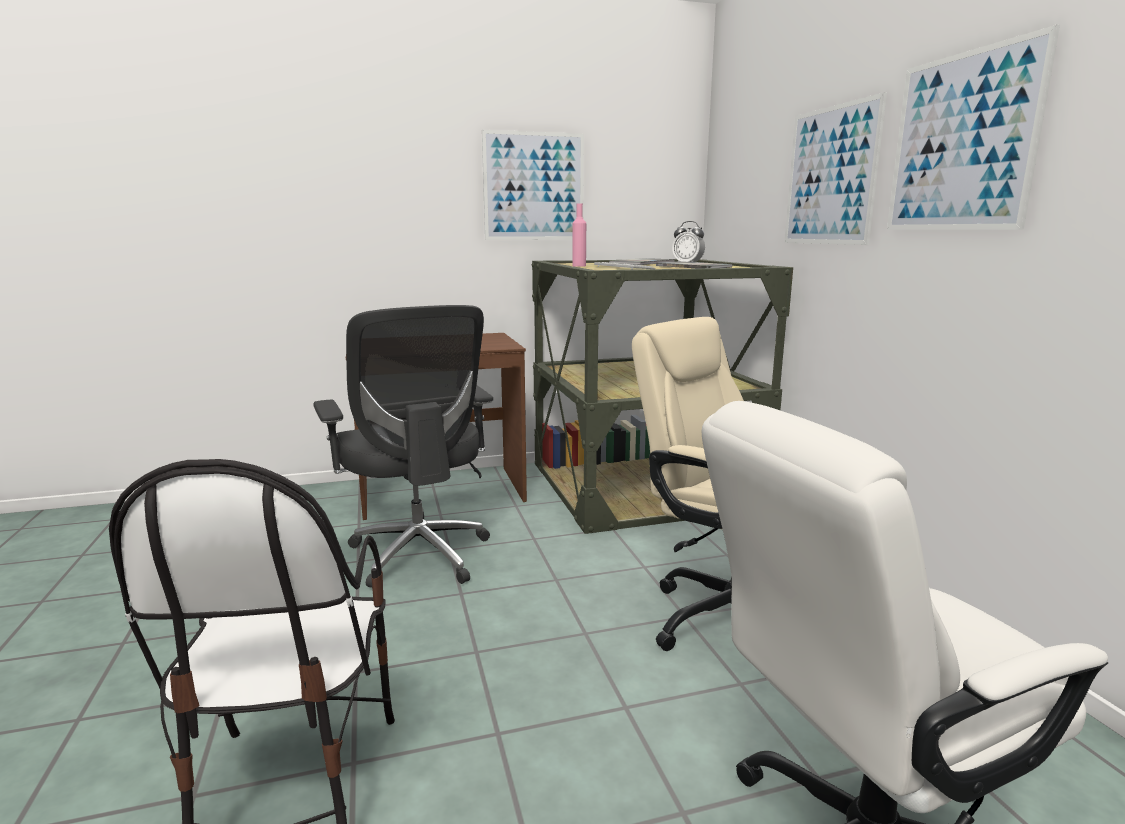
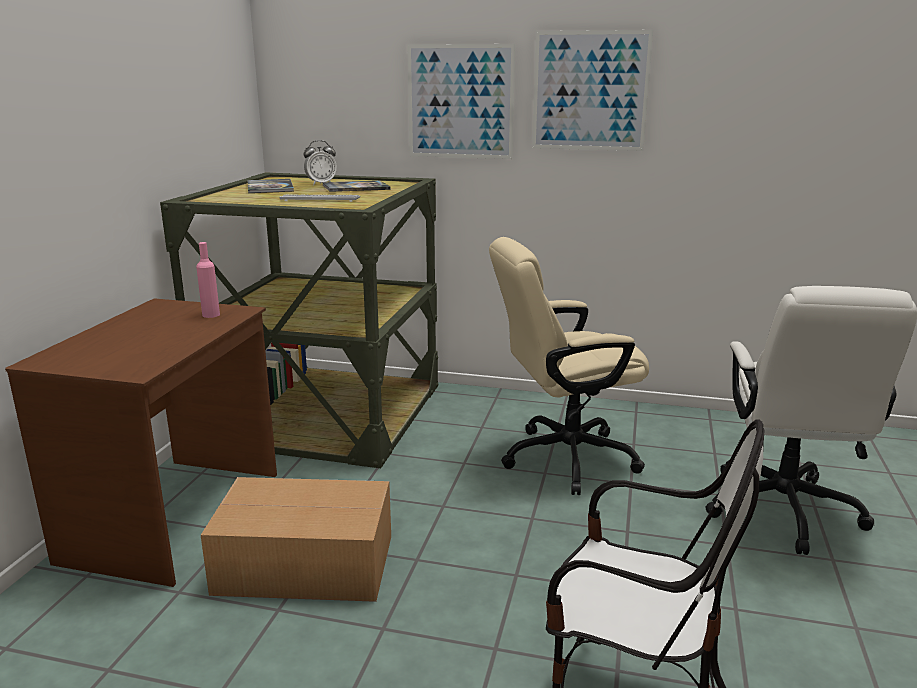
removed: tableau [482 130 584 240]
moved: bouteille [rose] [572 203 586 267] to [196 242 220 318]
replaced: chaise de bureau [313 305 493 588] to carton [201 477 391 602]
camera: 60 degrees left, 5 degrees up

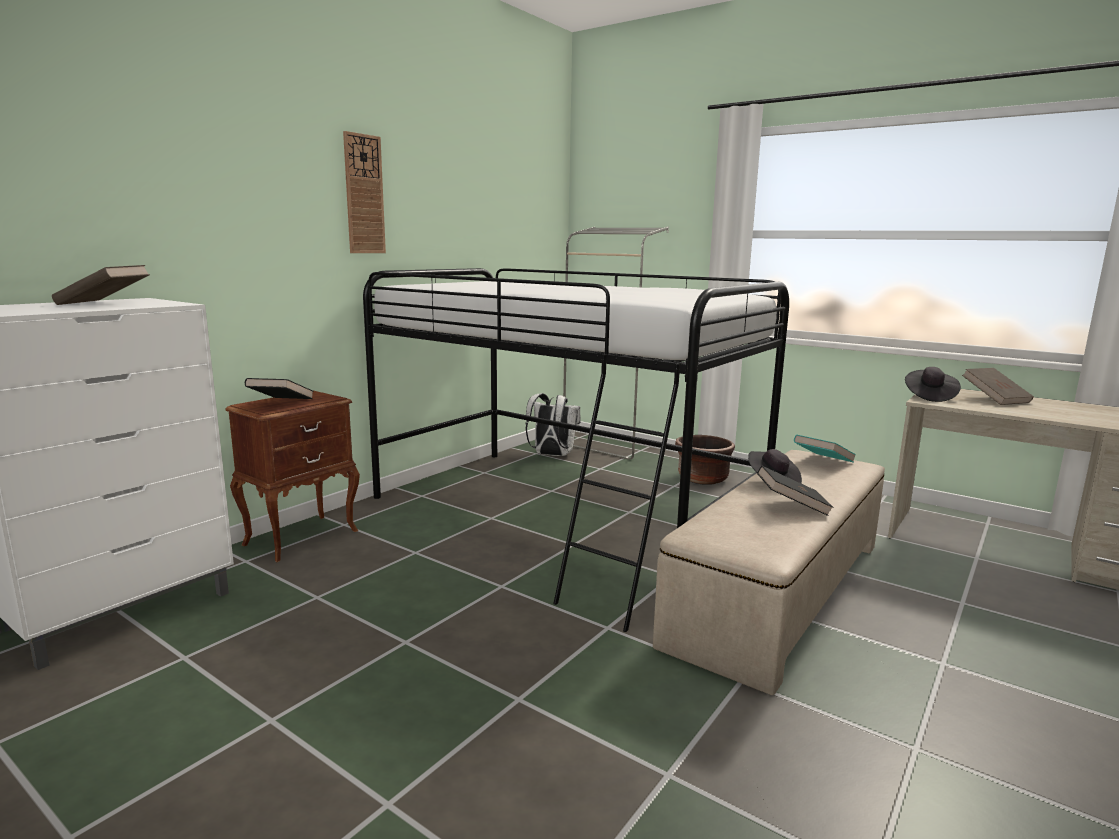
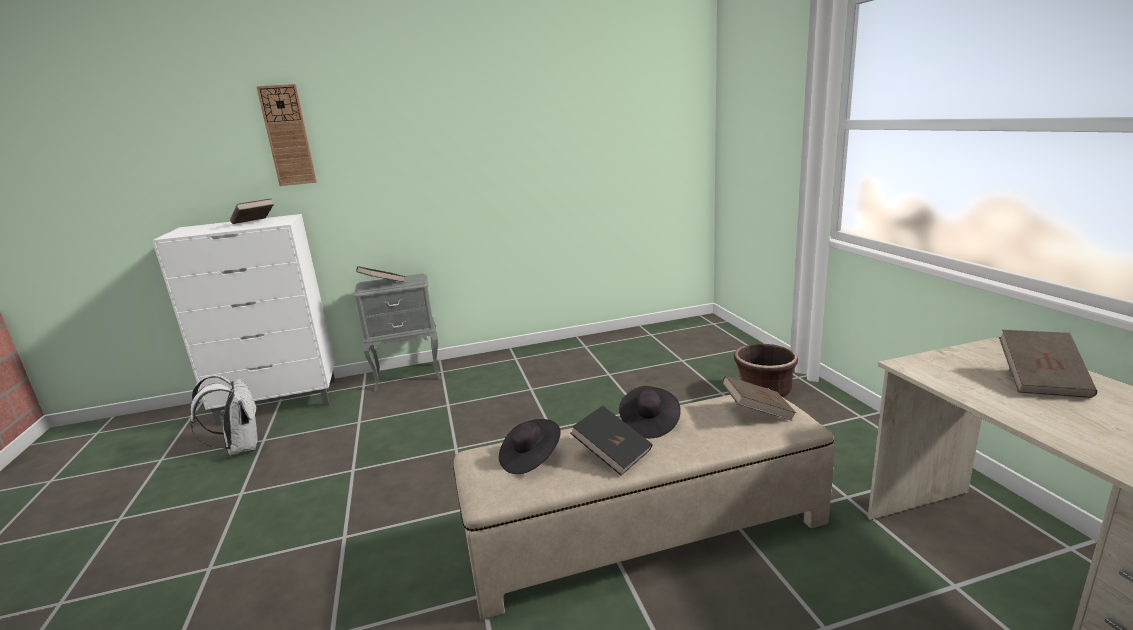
removed: lit [noir] [363 268 789 632]; portant [gris] [563 227 669 460]
moved: horloge murale [343 131 386 253] to [256 84 317 186]; sac à dos [blanc] [526 393 581 456] to [190 375 258 455]; chapeau [noir] [905 367 961 402] to [499 419 561 474]
recoloured: table de chevet [marron] [225 391 360 562] to table de chevet [gris] [354 274 442 391]; livre [turquoise] [794 435 856 463] to livre [marron] [722 376 797 421]
camera: 40 degrees right, 5 degrees up

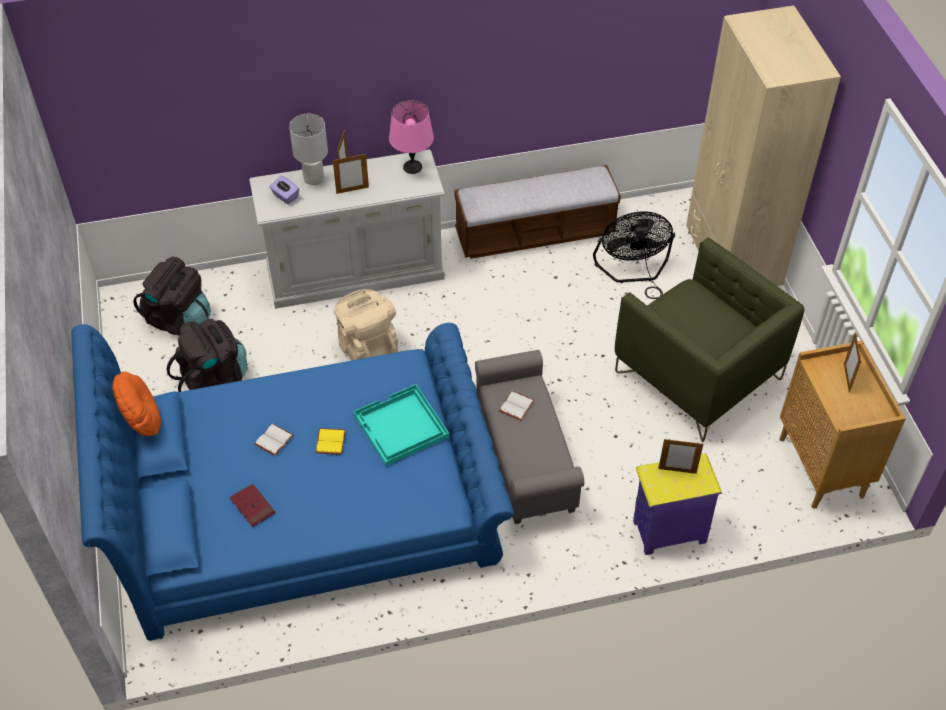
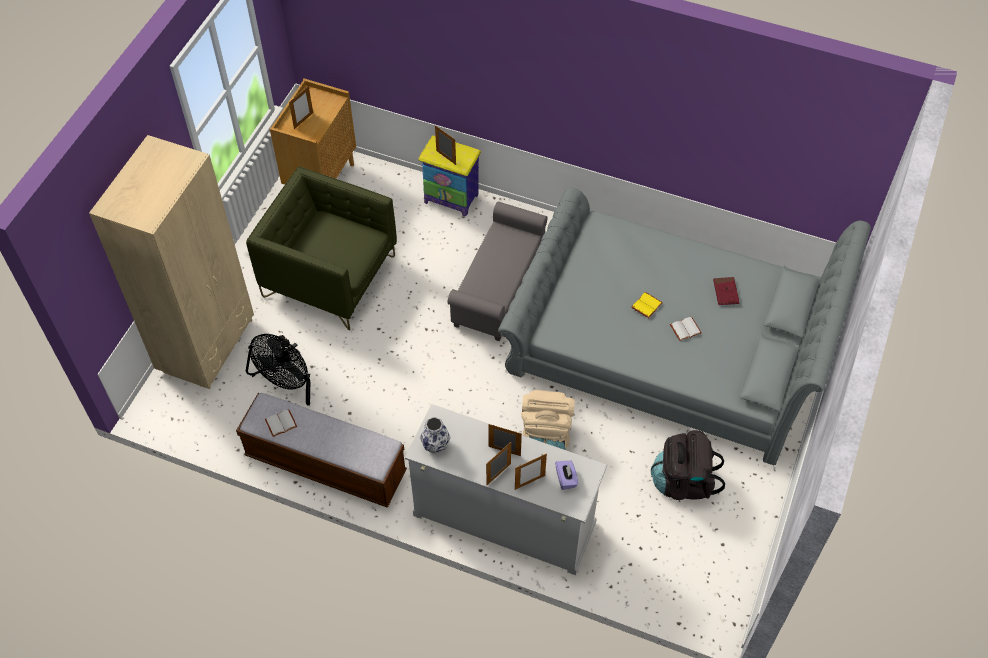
removed: coussin [orange] [112 371 161 436]; sac à dos [noir] [133 257 211 336]; plateau [turquoise] [353 384 449 466]
moved: livre [blanc] [499 391 534 420] to [265 409 297 437]
replaced: lampe de table [gris] [289 114 328 185] to cadre photo [515 453 547 490]; lampe de table [rose] [389 100 434 174] to vase [420 417 451 454]
recoloured: lit [bleu] [71 323 514 641] to lit [gris] [498 187 871 465]
turned: fauteuil [vert] [615 237 805 442] = [246 167 397 330] 60 degrees counterclockwise
camera: 145 degrees left, 5 degrees up

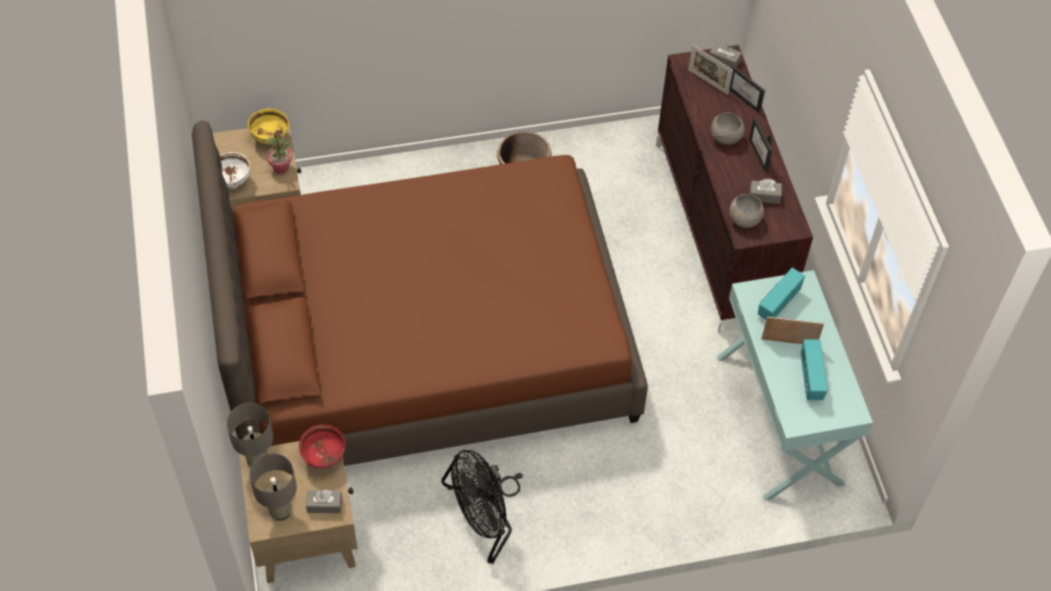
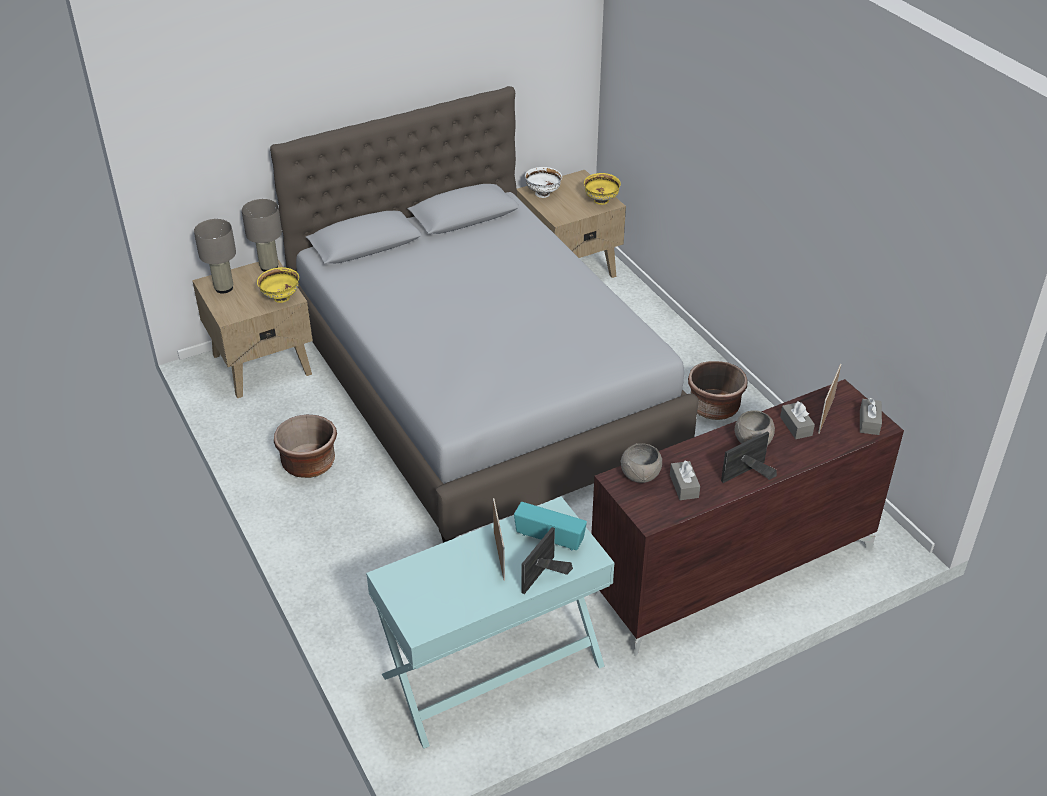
removed: plante en pot [267 135 292 174]; radio [801 339 828 400]
moved: boîte à mouchoirs [gris] [306 490 342 513] to [780 401 815 439]; cadre photo [730 66 765 113] to [522 527 573 594]
replaced: ventilateur [noir] [441 450 524 564] to cache-pot [marron] [274 415 337 478]
recoloured: lit [marron] [192 120 648 466] to lit [gris] [270 86 699 543]; bol [rouge] [299 424 345 469] to bol [jaune] [257 267 299 303]
camera: 75 degrees right, 15 degrees down

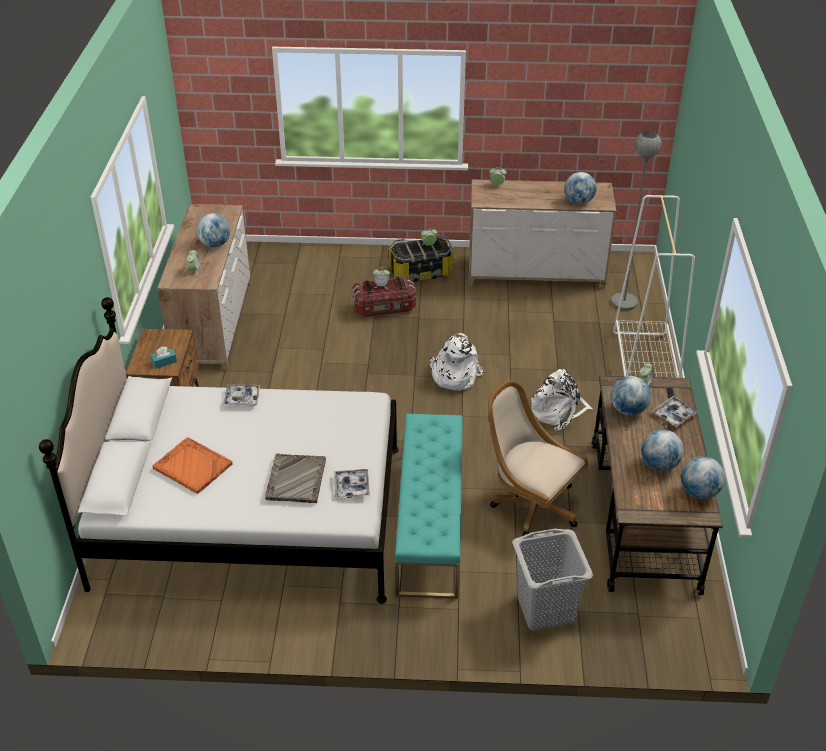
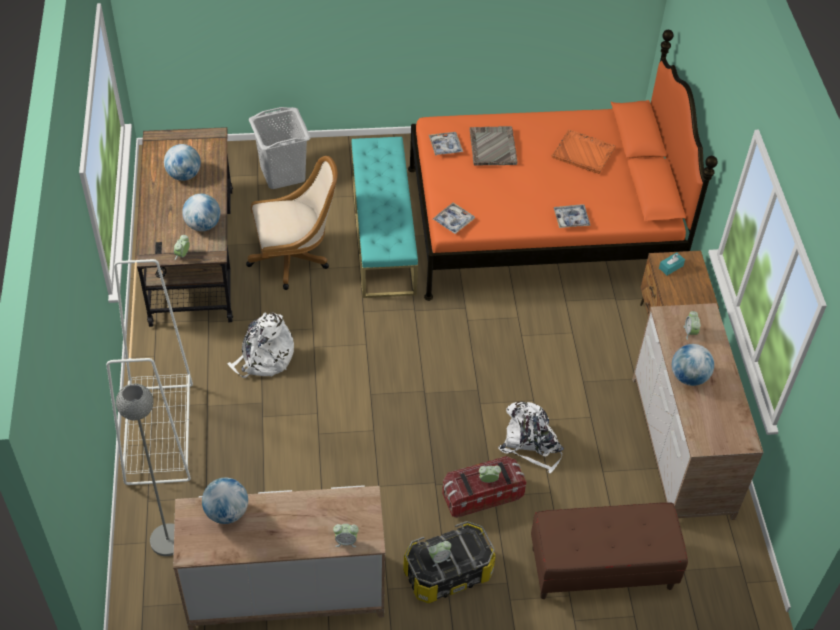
removed: globe [681 456 725 499]
added: banc [marron] [531 502 688 599]
moved: sac à dos [blanc] [430 333 484 391] to [498 402 564 474]; plateau [652 396 698 427] to [433 203 475 234]
recoloured: lit [blanc] [39 297 399 604] to lit [orange] [408 30 717 301]
turned: chaise de bureau [488 380 588 536] = [246 156 338 290] 45 degrees counterclockwise
camera: 170 degrees right, 10 degrees up

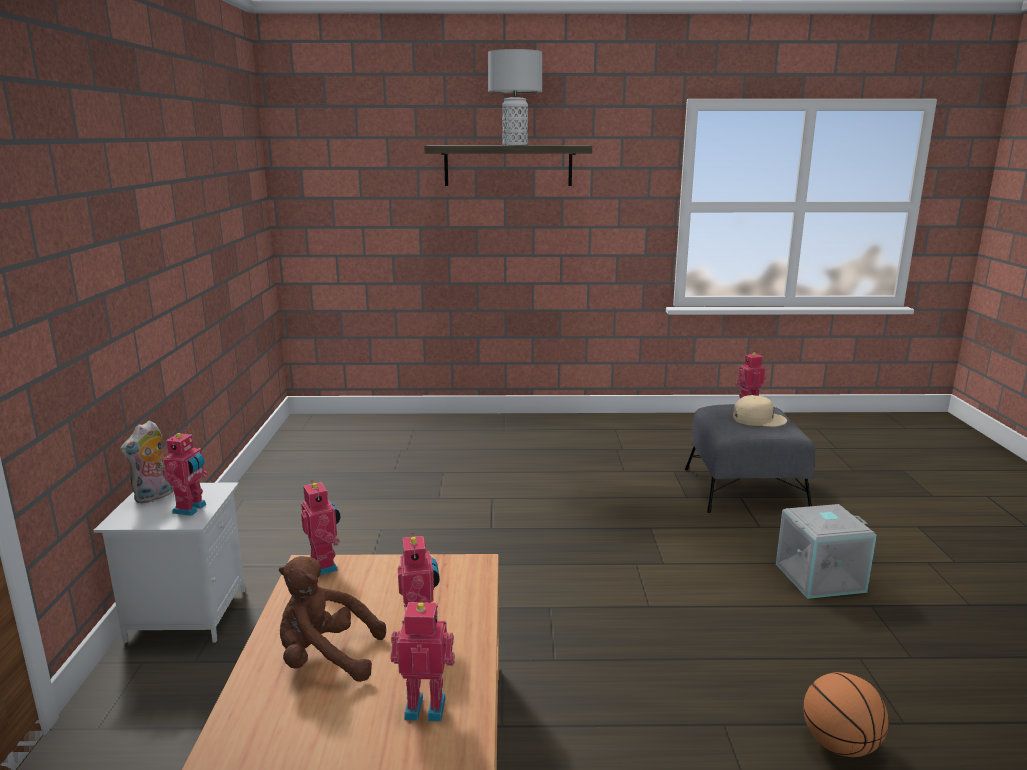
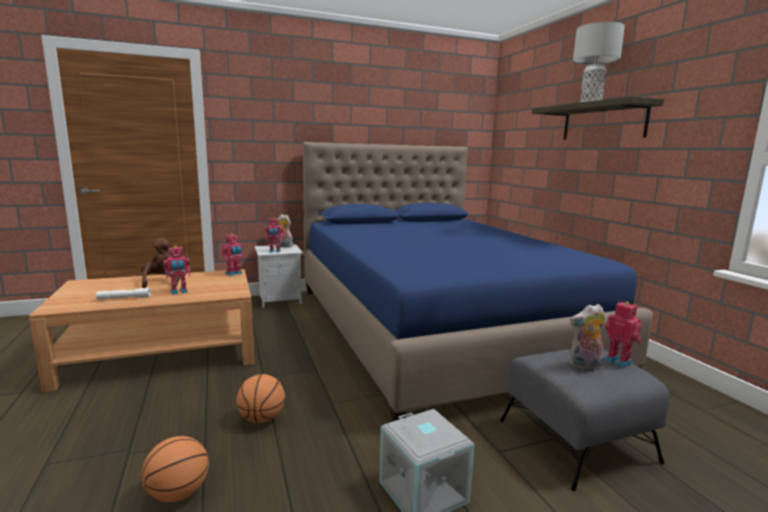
added: ballon de basket [236 374 285 423]; lit [bleu] [303 142 653 422]
replaced: robot jouet [390 602 455 721] to lampe de poche [blanc] [96 288 151 300]; casquette [beige] [733 395 787 427] to peluche [569 304 605 370]
camera: 70 degrees right, 5 degrees down

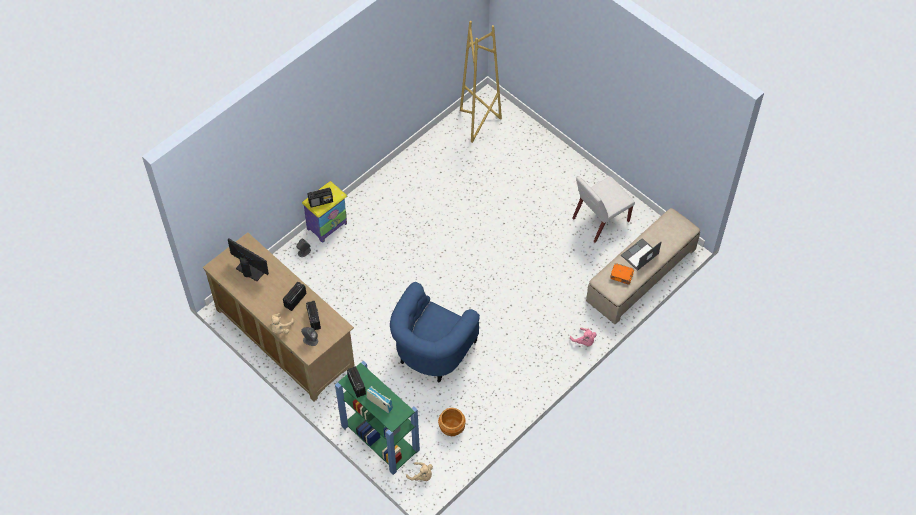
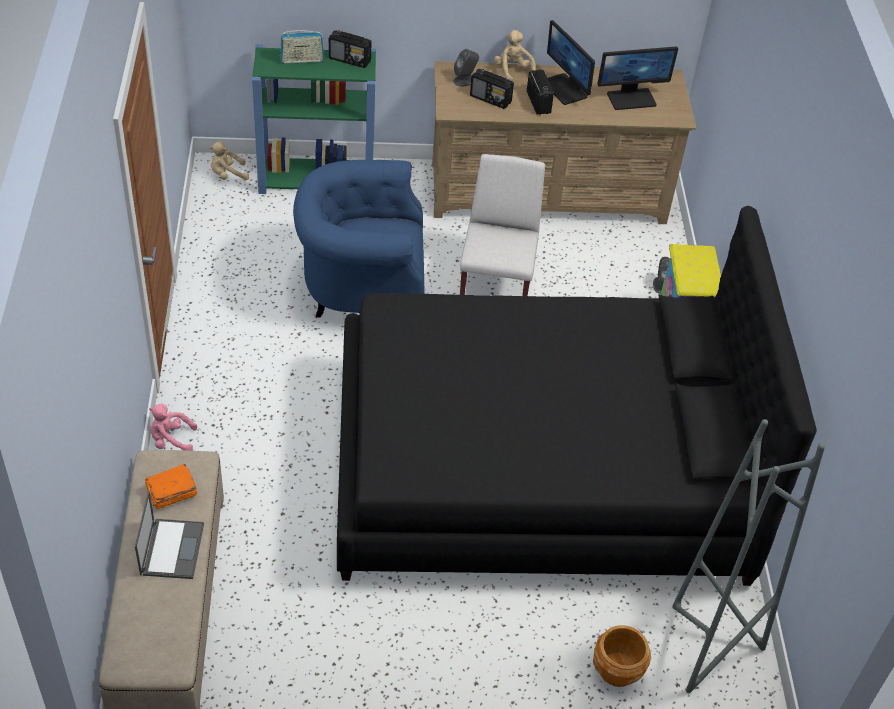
removed: radio [307 187 333 208]
added: lit [noir] [337 206 817 586]; écran d'ordinateur [547 20 595 105]
moved: cache-pot [marron] [438 408 466 436] to [593 625 651 687]; chaise [blanc] [573 176 635 243] to [460 154 545 296]
recoloured: portant [jaune] [460 21 502 143] to portant [gris] [672 419 825 693]
turned: fauteuil [bleu] [390 282 480 383] = [293 160 425 317] 75 degrees counterclockwise
camera: 130 degrees right, 10 degrees down

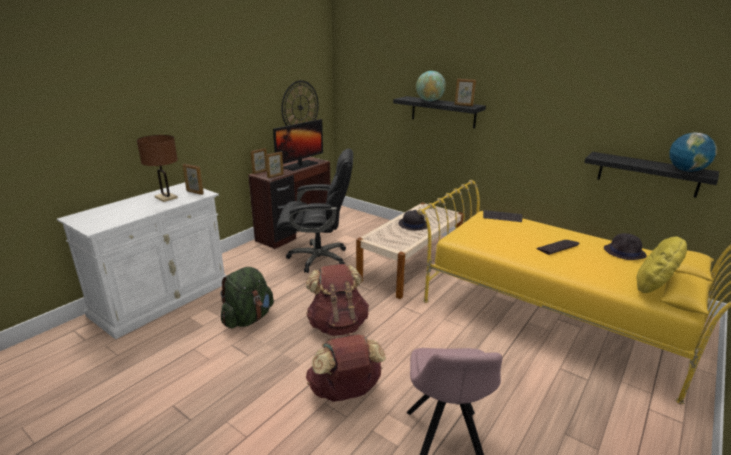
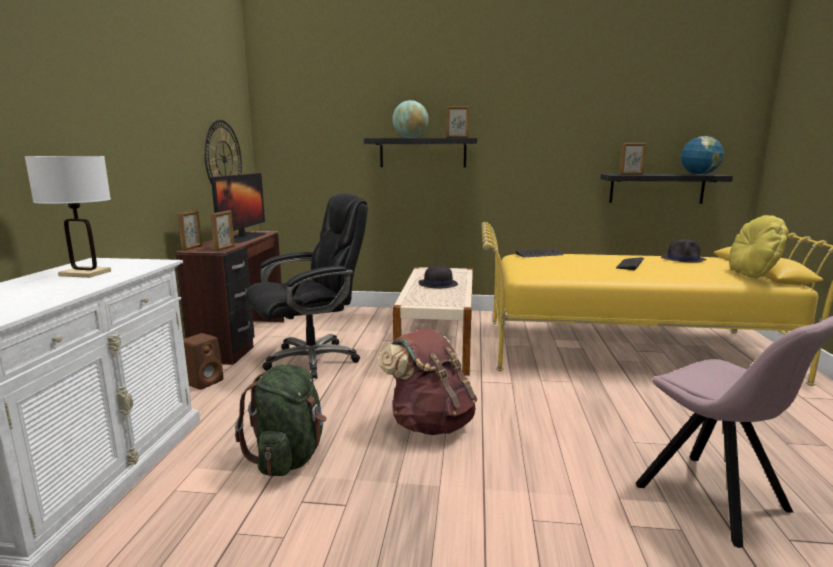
removed: sac à dos [marron] [306 334 386 402]
added: enceinte [marron] [183 333 223 390]
moved: cadre photo [183 164 204 195] to [619 143 646 175]
recoloured: lampe de table [marron] [137 135 178 202] to lampe de table [blanc] [25 156 111 278]
camera: 30 degrees left, 10 degrees down

